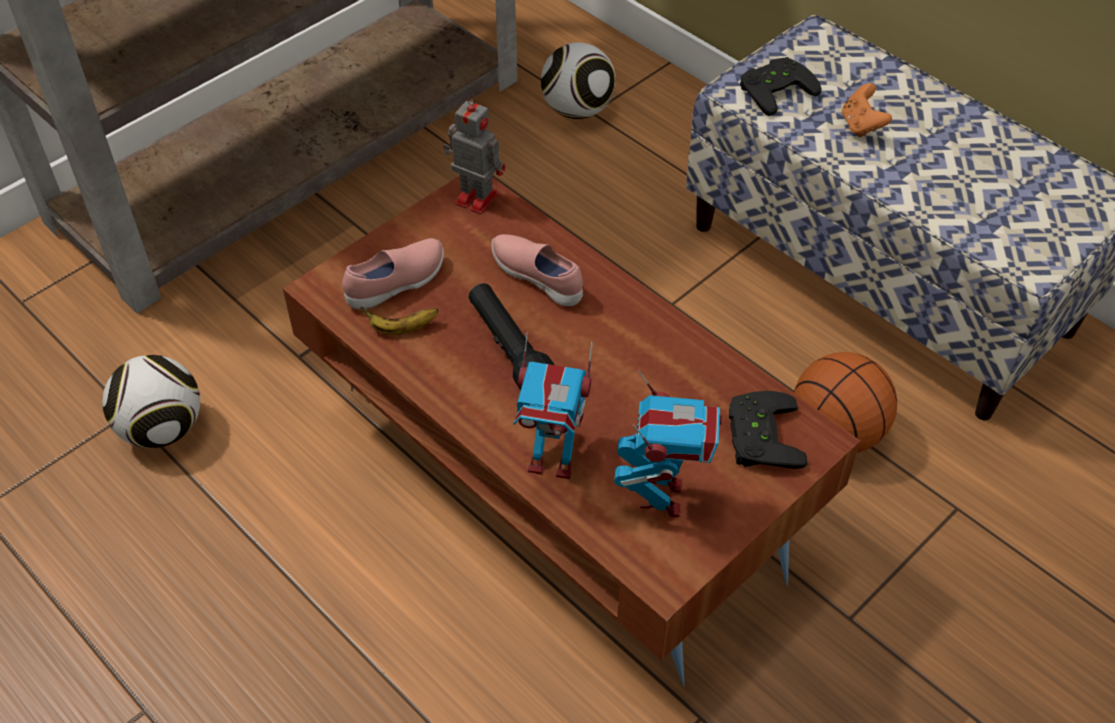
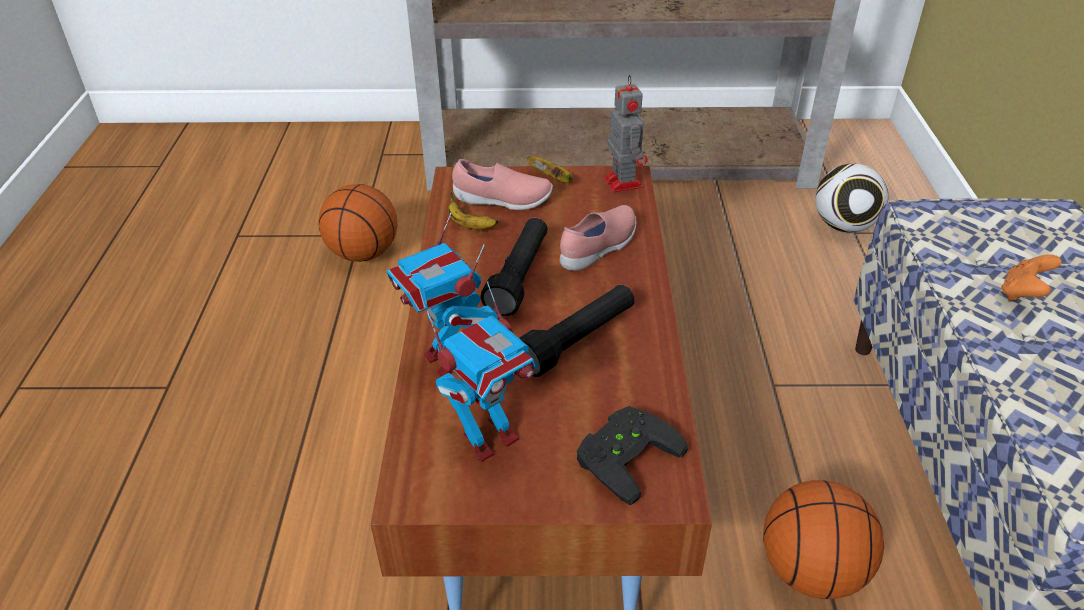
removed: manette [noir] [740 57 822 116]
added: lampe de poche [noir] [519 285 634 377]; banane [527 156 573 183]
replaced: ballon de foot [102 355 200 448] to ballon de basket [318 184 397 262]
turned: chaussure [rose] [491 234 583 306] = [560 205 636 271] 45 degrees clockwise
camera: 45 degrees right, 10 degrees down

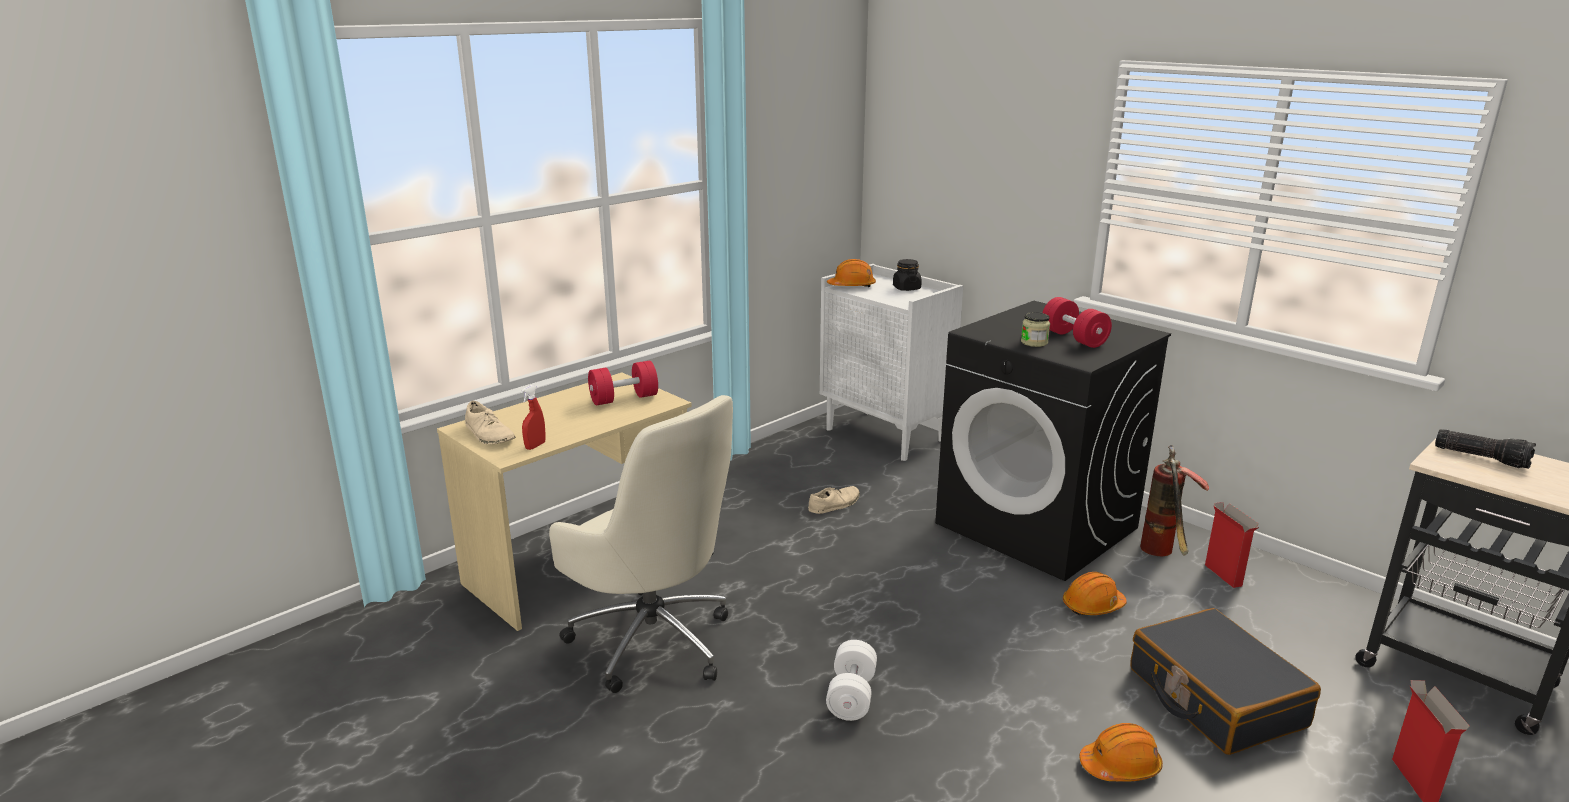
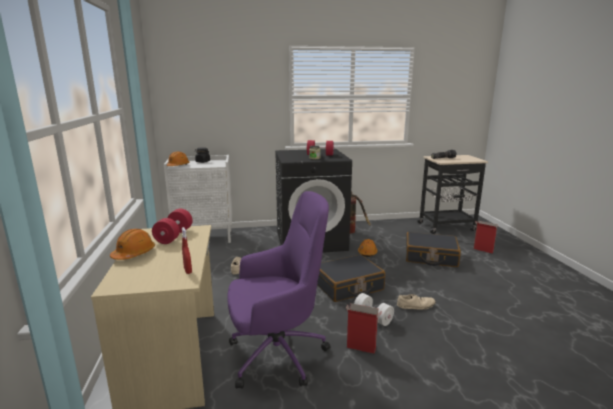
added: valise [noir] [317 255 385 302]
moved: chaussure [beige] [465 401 515 444] to [397 294 436 310]; casque de chantier [orange] [1079 723 1163 781] to [110 229 155 260]; carton [1205 502 1259 588] to [346 303 382 354]
recoloured: chaise de bureau [beige] [549 395 733 693] to chaise de bureau [violet] [227 191 330 389]
camera: 55 degrees left, 5 degrees down

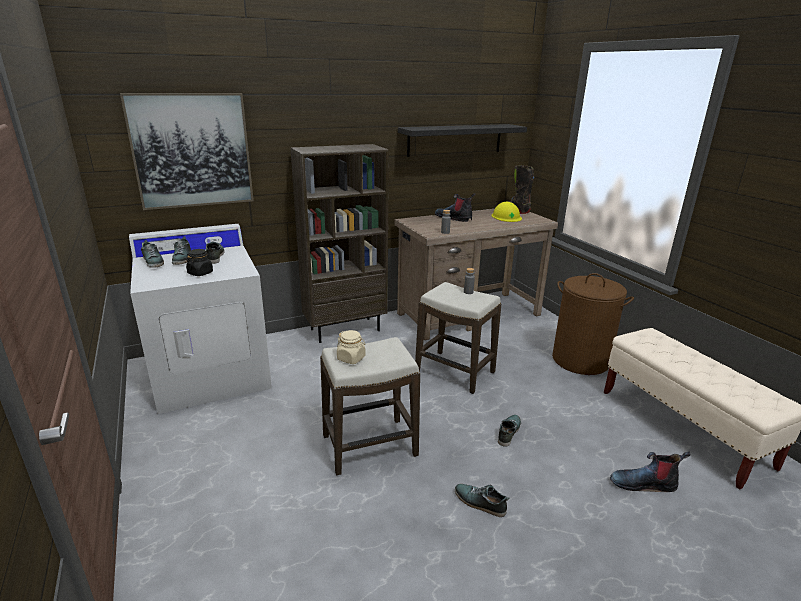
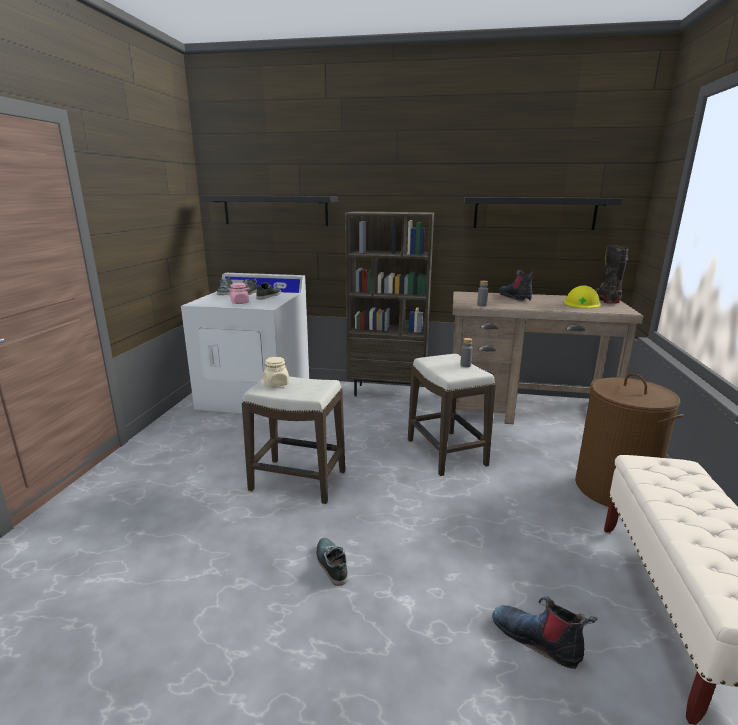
removed: chaussure [498 415 521 447]
replaced: tableau [120 93 254 210] to étagère [noir] [200 195 338 226]
recoloured: bocal [noir] [186 249 213 276] to bocal [rose] [228 283 250 304]
camera: 35 degrees right, 5 degrees down

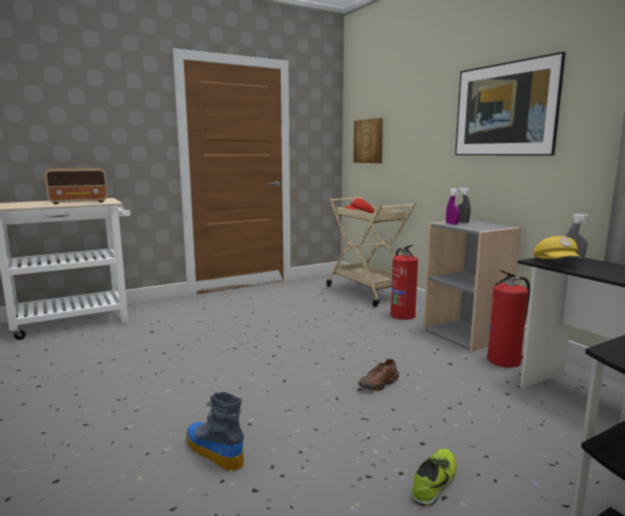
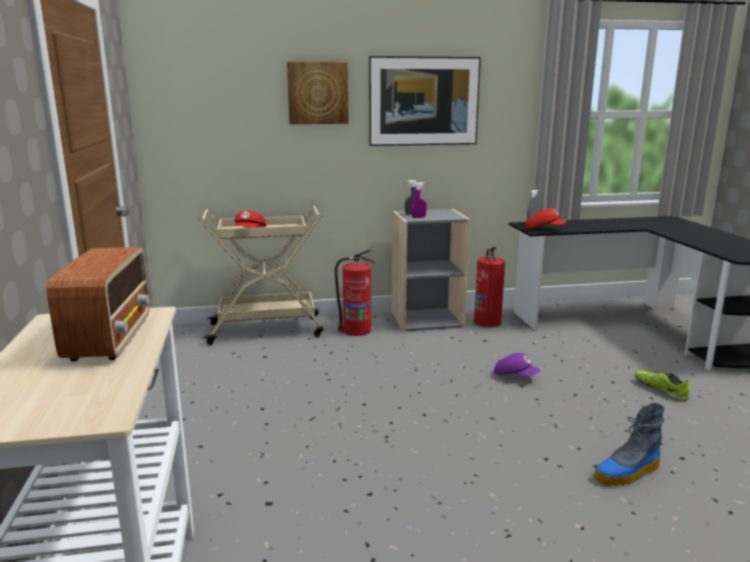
moved: tableau [353 118 383 163] to [287 62 349 124]
replaced: chaussure [marron] [358 359 399 391] to casquette [violet] [494 353 541 377]
recoloured: casquette [jaune] [533 236 580 259] to casquette [rouge] [526 209 567 229]
camera: 70 degrees left, 5 degrees up

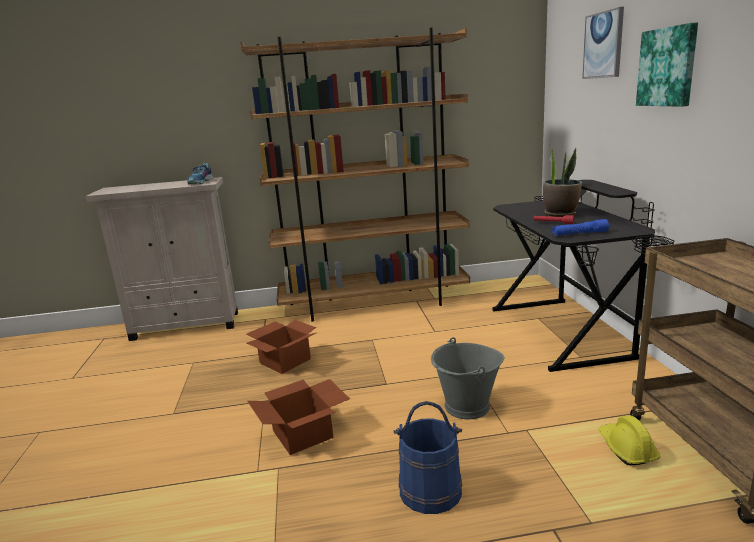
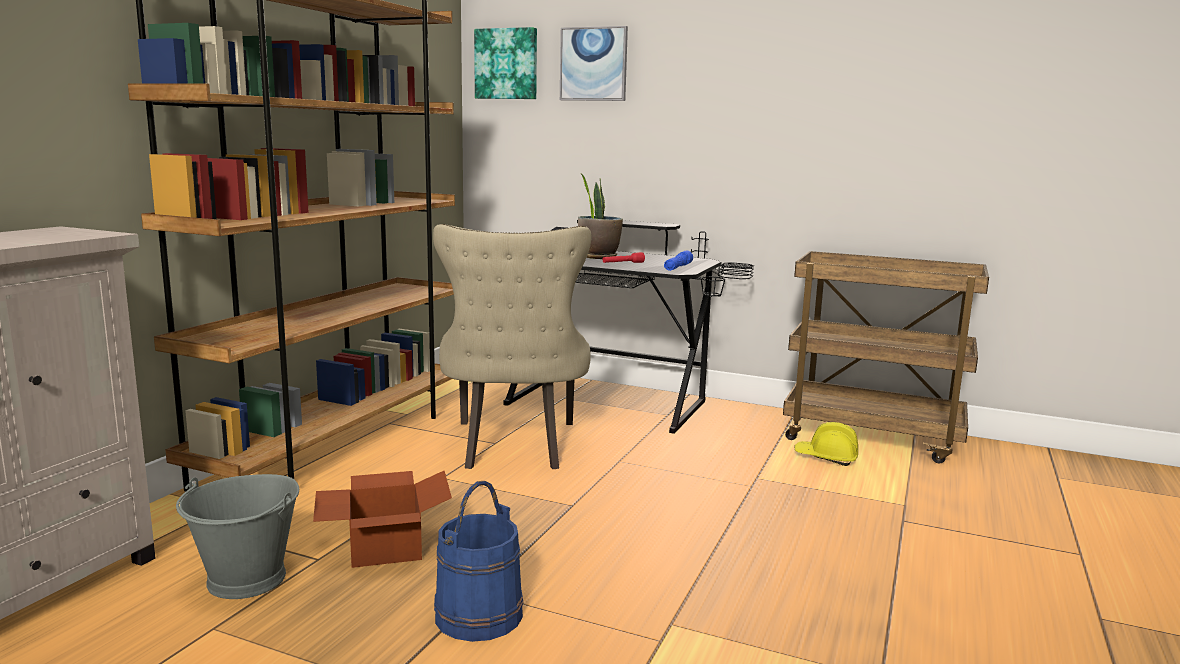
removed: chaussure [187 163 213 184]; carton [247 379 350 455]
added: chaise [beige] [433 224 591 469]
moved: seau [bleu] [393 401 462 514] to [434 481 524 642]; seau [gris] [431 337 504 419] to [176 474 299 599]; tableau [636 22 698 107] to [474 27 537 99]
camera: 60 degrees left, 5 degrees down

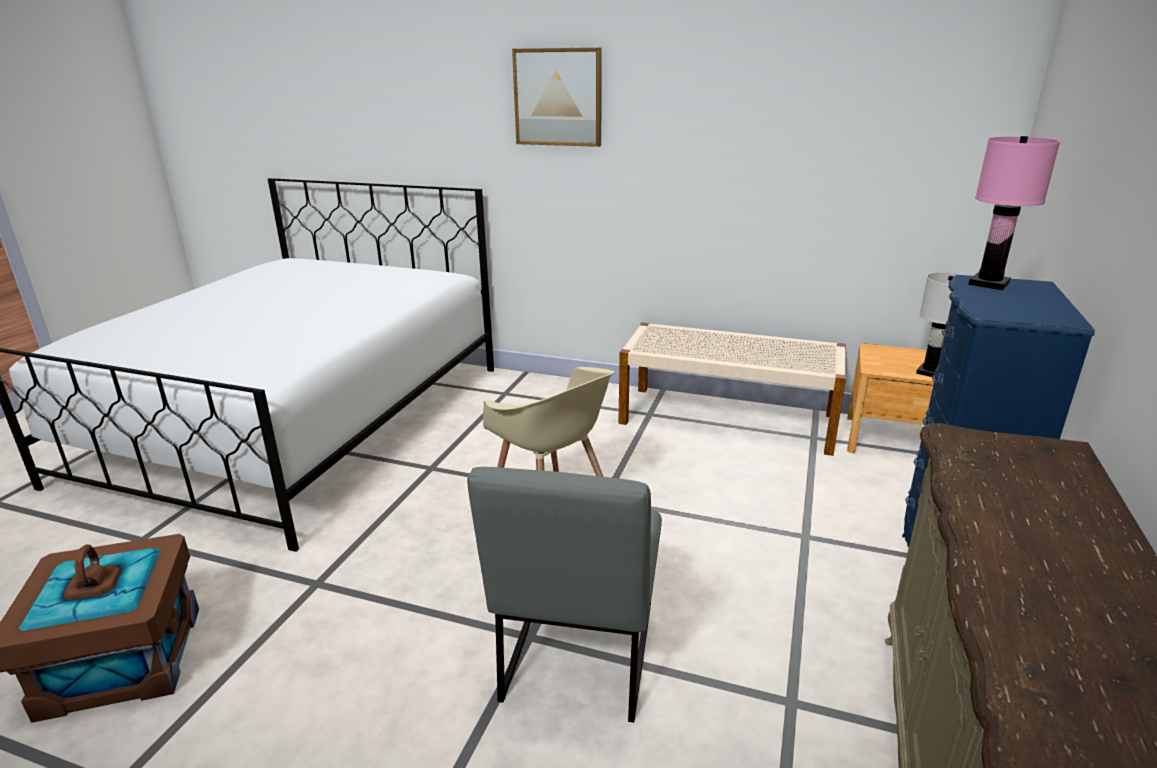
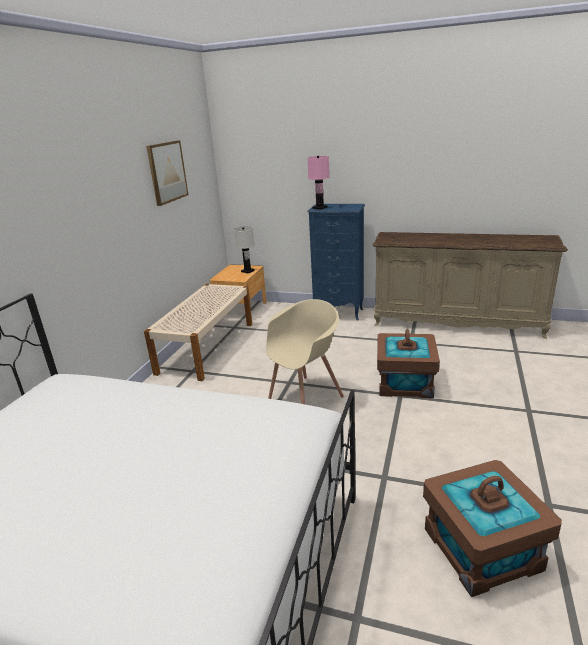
moved: tableau [512 48 602 147] to [146 140 188 206]
replaced: chaise [gris] [467 467 662 723] to boîte de rangement [marron] [377 329 440 398]
camera: 90 degrees left, 0 degrees up

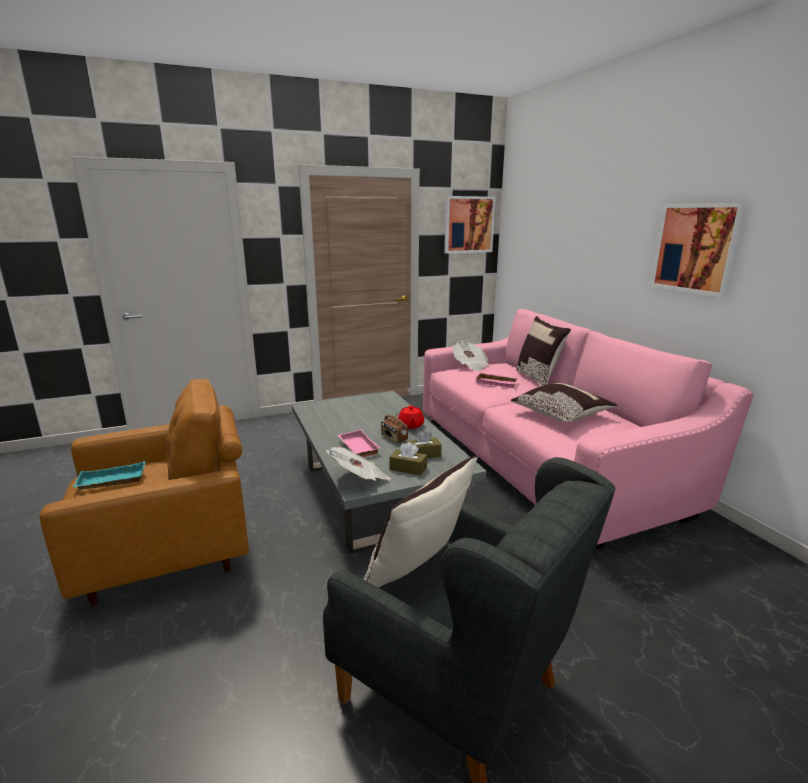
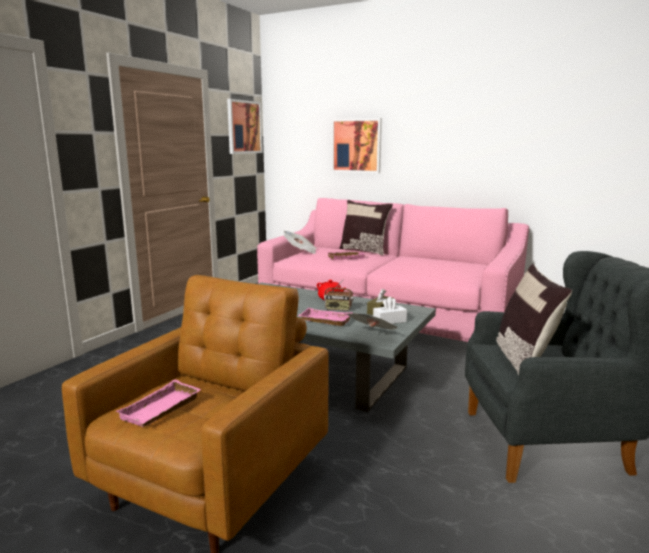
removed: coussin [511 383 617 423]
moved: tableau [650 203 747 298] to [332 118 382 173]
recoloured: plateau [turquoise] [73 461 145 490] to plateau [rose] [116 379 201 427]; boîte à mouchoirs [marron] [389 442 427 476] to boîte à mouchoirs [blanc] [373 296 407 324]
camera: 40 degrees left, 5 degrees down

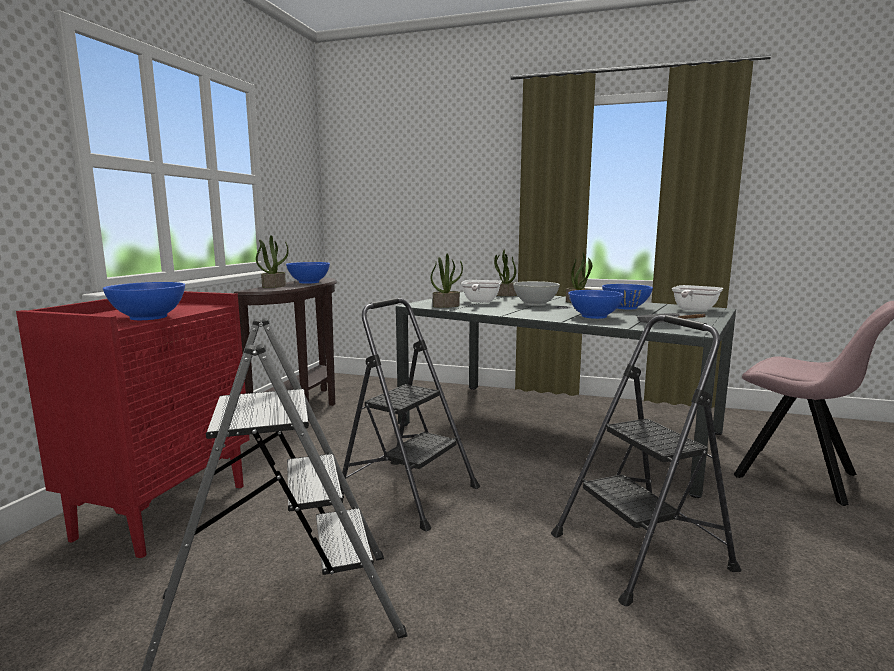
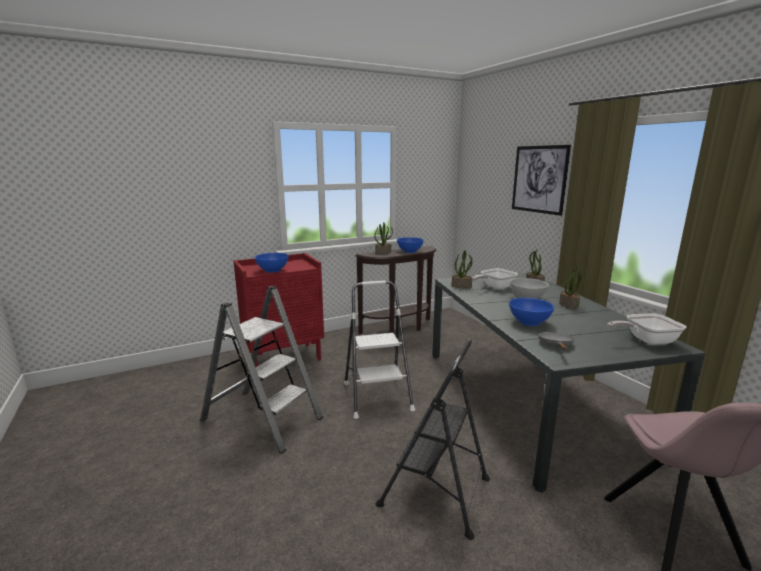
removed: bol [bleu] [602 284 653 310]
added: tableau [512 145 571 216]
recoloured: escabeau [noir] [340 298 480 531] to escabeau [blanc] [344 281 415 419]
camera: 45 degrees right, 5 degrees up

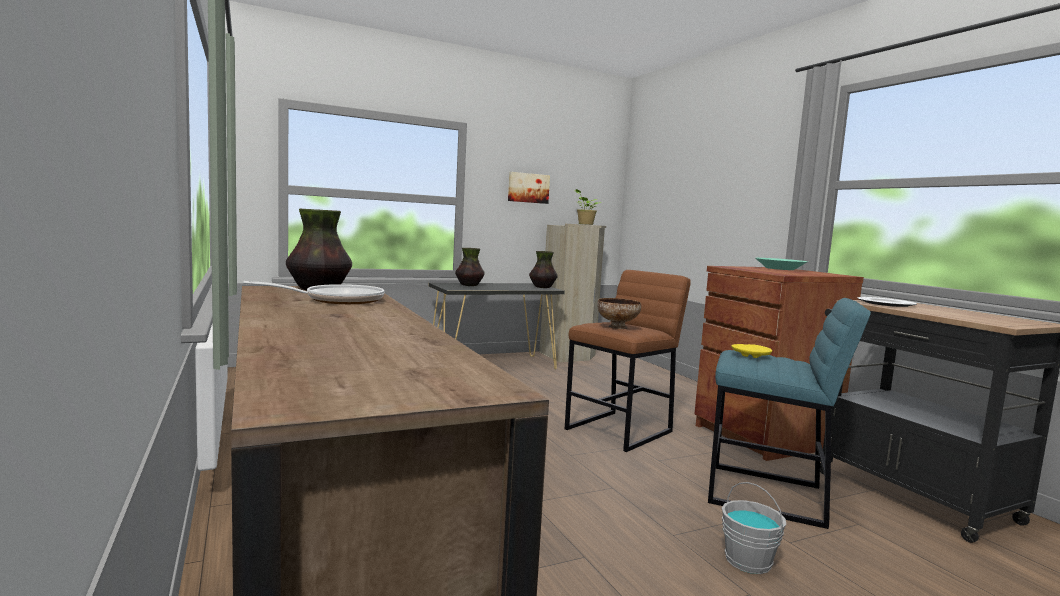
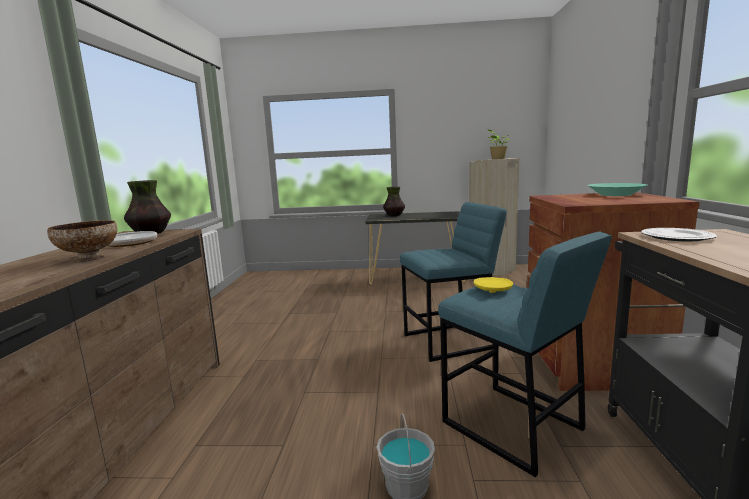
removed: tableau [508 172 550 204]; vase [529 251 558 288]
moved: bol [597 298 641 329] to [47 220 117 262]
recoloured: tabouret [marron] [565 270 691 452] to tabouret [bleu] [400 202 507 362]
camera: 30 degrees right, 5 degrees up

